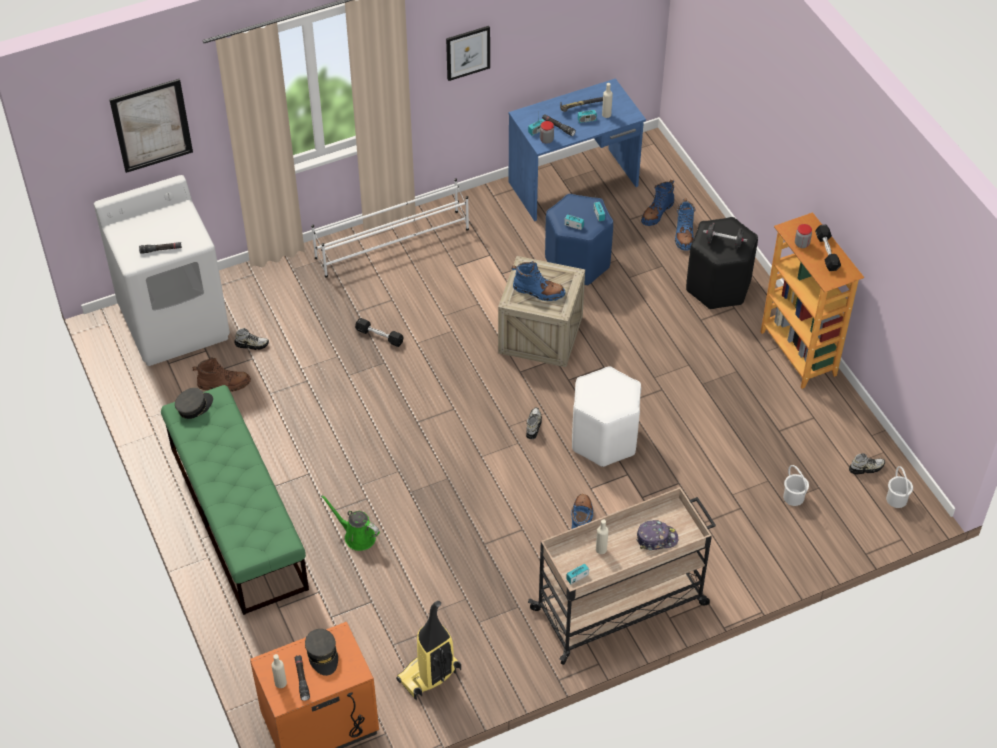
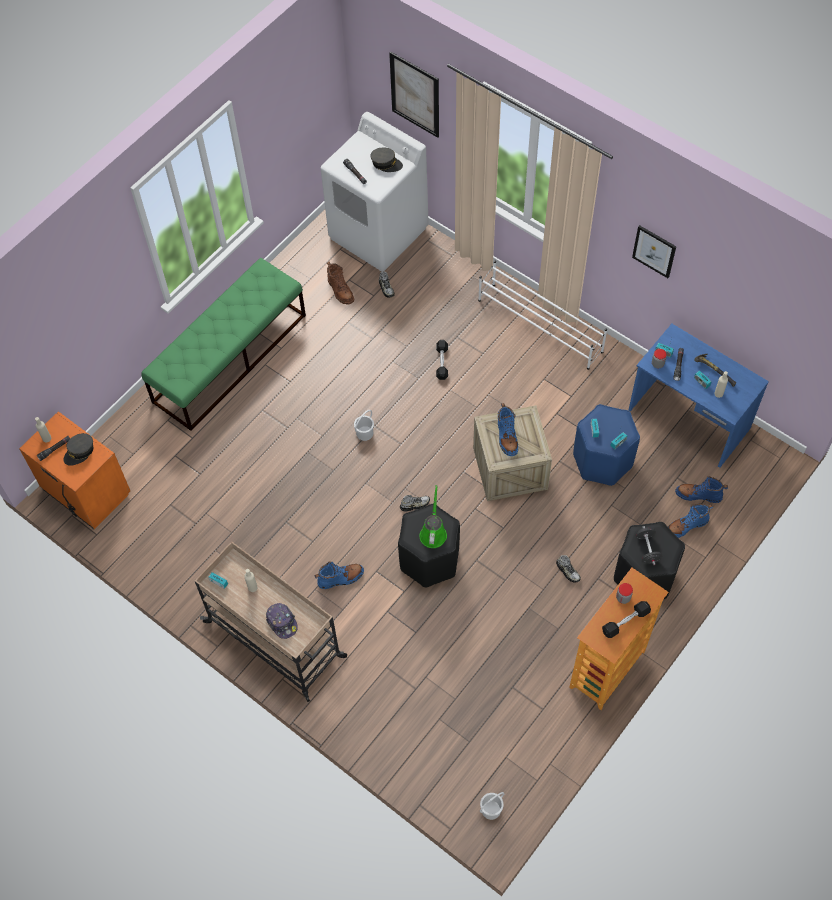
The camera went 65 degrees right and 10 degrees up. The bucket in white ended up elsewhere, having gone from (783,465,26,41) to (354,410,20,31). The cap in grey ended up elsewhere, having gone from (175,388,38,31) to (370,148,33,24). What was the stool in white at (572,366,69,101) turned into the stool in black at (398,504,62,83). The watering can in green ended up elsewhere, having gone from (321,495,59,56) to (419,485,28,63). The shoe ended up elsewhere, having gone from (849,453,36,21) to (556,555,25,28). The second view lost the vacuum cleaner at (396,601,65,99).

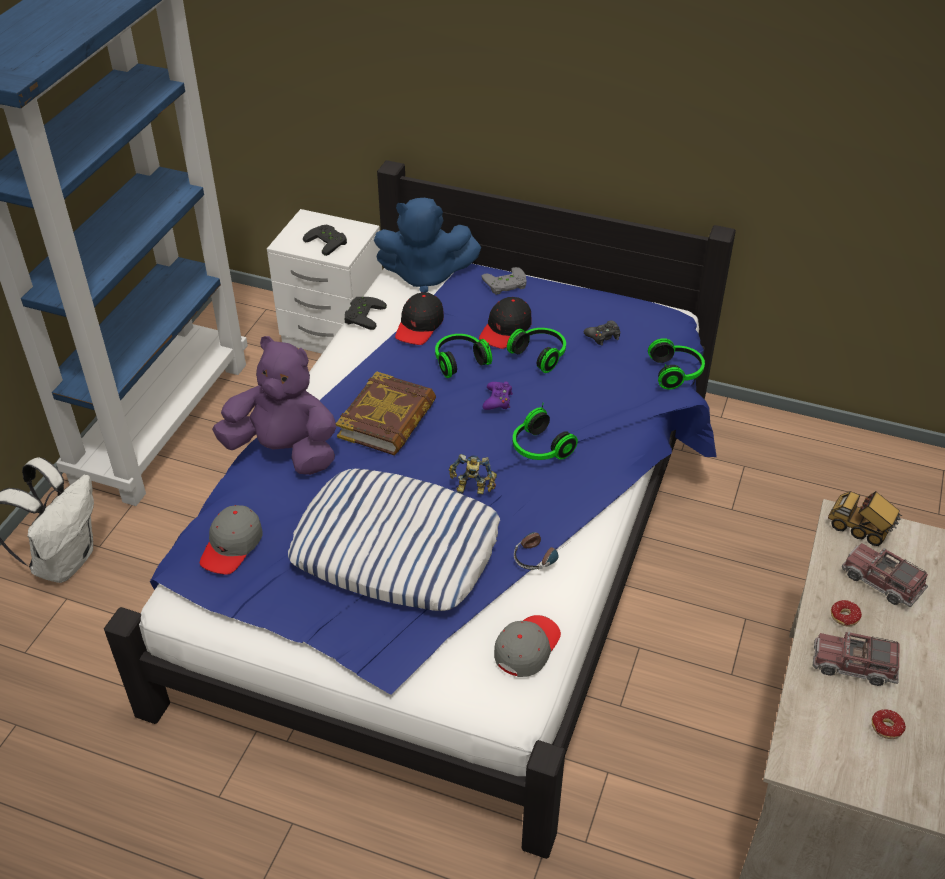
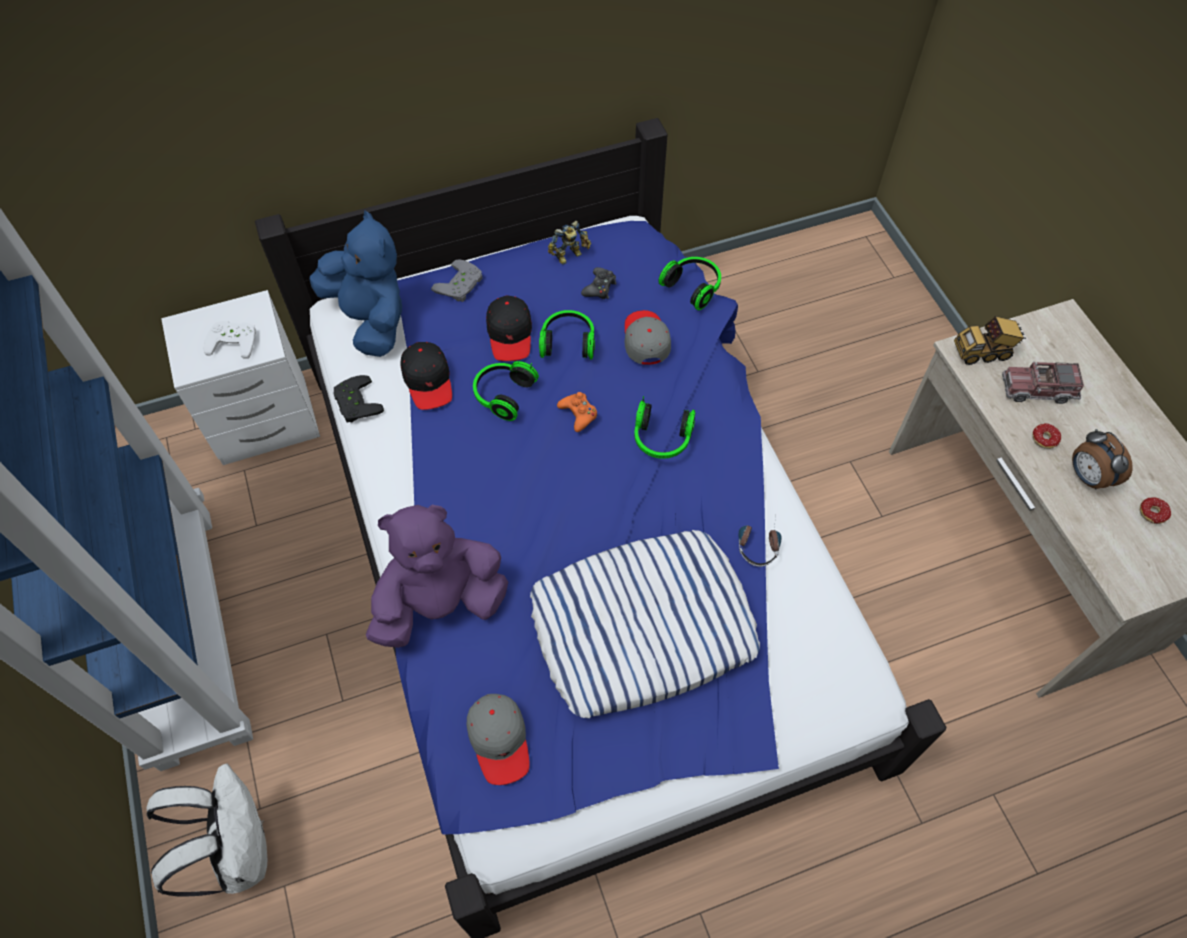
The camera went 40 degrees left and 15 degrees up. What was the game controller in black at (303,224,44,32) turned into the game controller in white at (203,321,53,38). The plush toy in blue at (374,198,107,95) ended up facing another way, 90 degrees counterclockwise from before. The toy robot ended up elsewhere, having gone from (449,454,48,40) to (548,221,43,44). What was the game controller in purple at (483,381,30,29) turned into the game controller in orange at (557,392,41,40). The cap in grey ended up elsewhere, having gone from (494,615,67,62) to (624,310,47,55). Where the toy truck stood at (813,632,87,54), the alarm clock came to stand at (1072,429,61,61). The second view lost the book at (336,371,100,85).

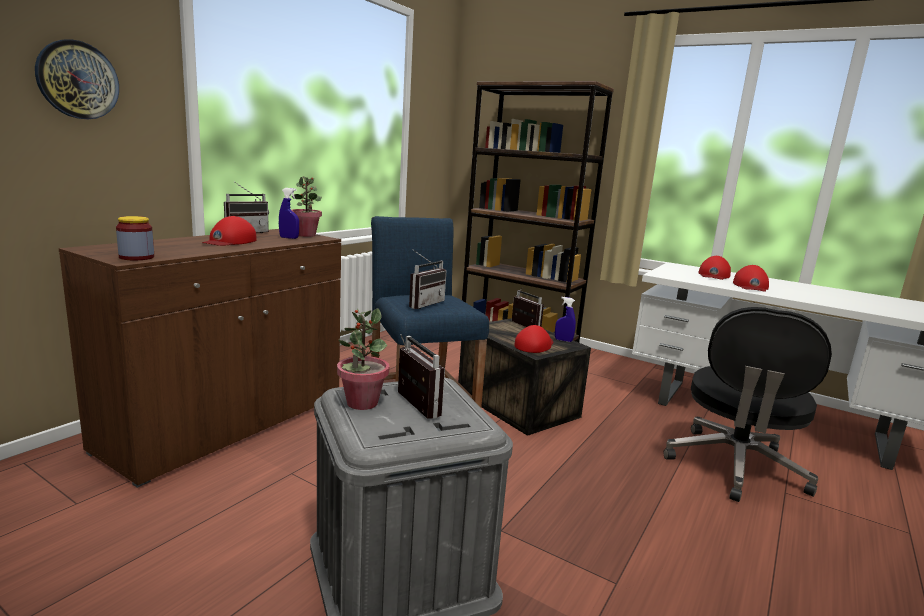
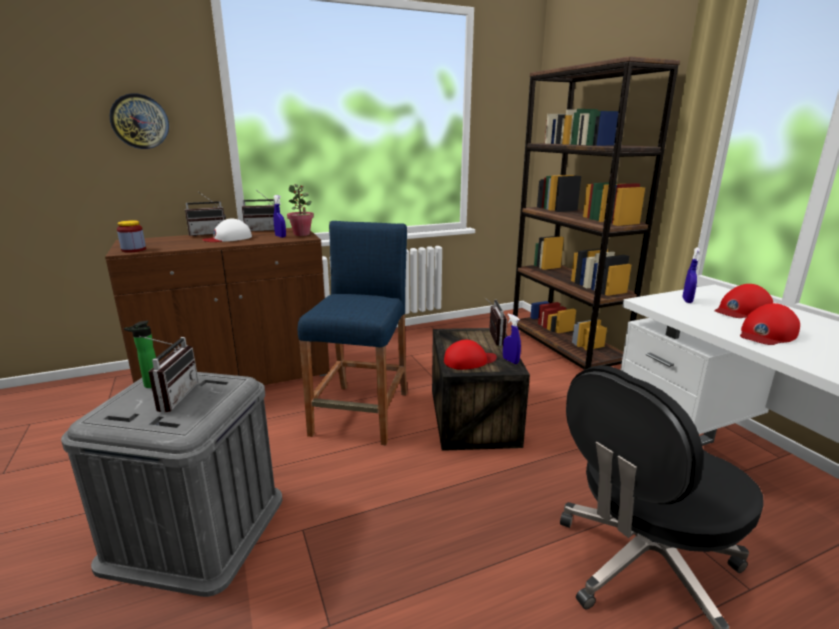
The camera went 35 degrees right and 5 degrees up. Where the potted plant stood at (337,308,53,102), the bottle came to stand at (124,321,32,67). The radio ended up elsewhere, having gone from (409,249,37,60) to (185,193,41,43). What was the cap in red at (202,216,55,30) turned into the cap in white at (202,218,50,24). The second view gained the spray bottle in blue at (682,247,19,56).

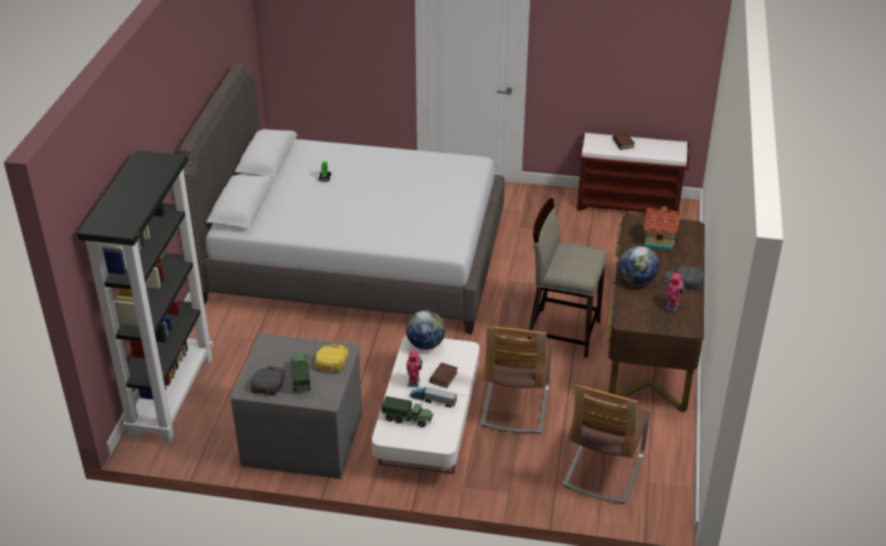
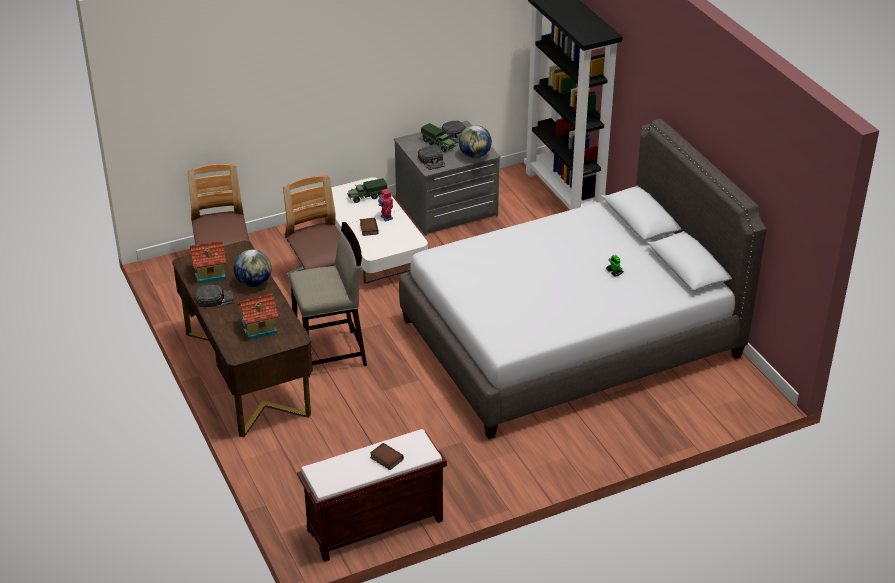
The camera went 145 degrees right and 0 degrees up. Where the toy robot stood at (665,272,19,40), the toy house came to stand at (190,241,36,43). What was the cap in yellow at (315,344,33,29) turned into the cap in black at (418,146,27,24). The globe ended up elsewhere, having gone from (406,310,39,40) to (459,125,33,34). The second view lost the toy truck at (410,386,47,22).

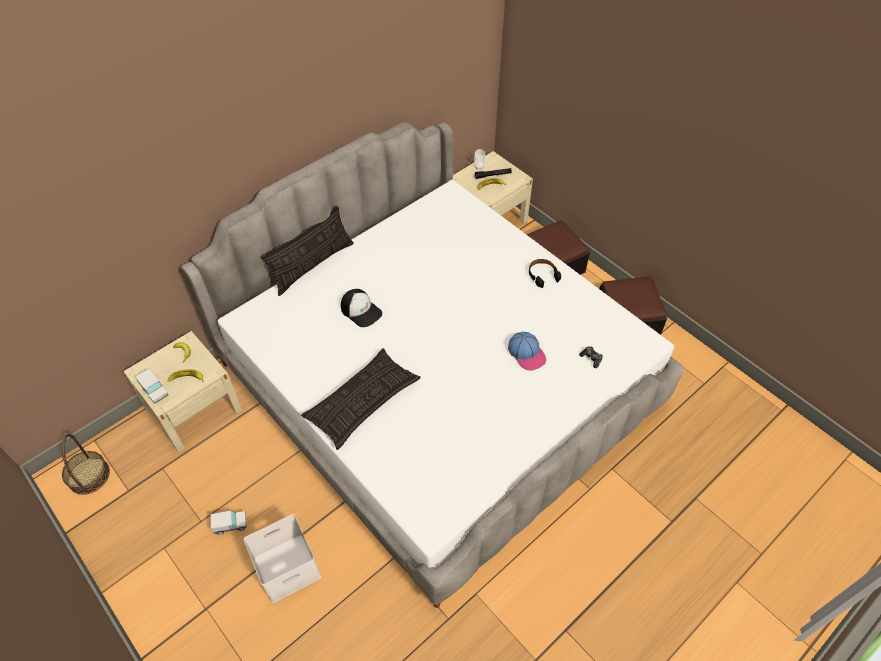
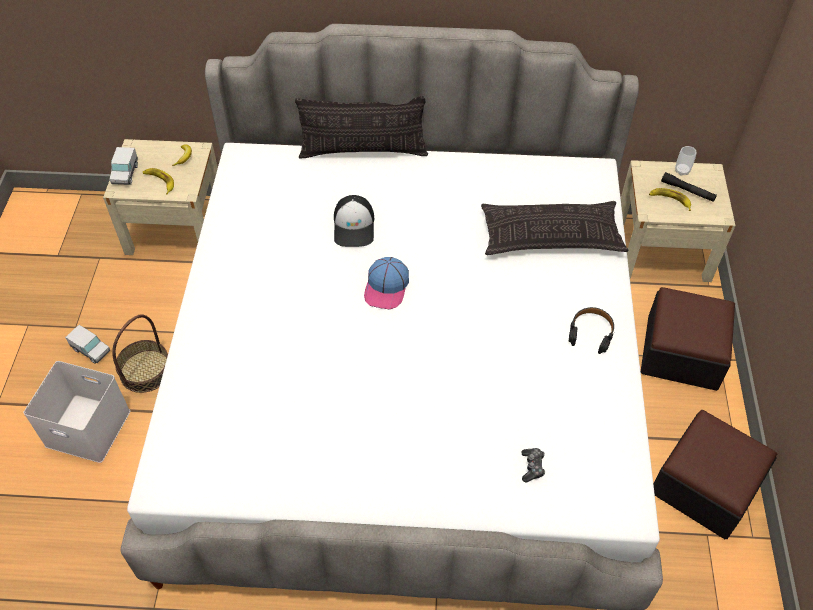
The camera went 45 degrees right and 0 degrees up. The basket ended up elsewhere, having gone from (62,434,48,61) to (112,315,56,78). The cap ended up elsewhere, having gone from (508,332,38,39) to (364,257,45,53). The pillow ended up elsewhere, having gone from (301,348,120,102) to (481,201,147,54).

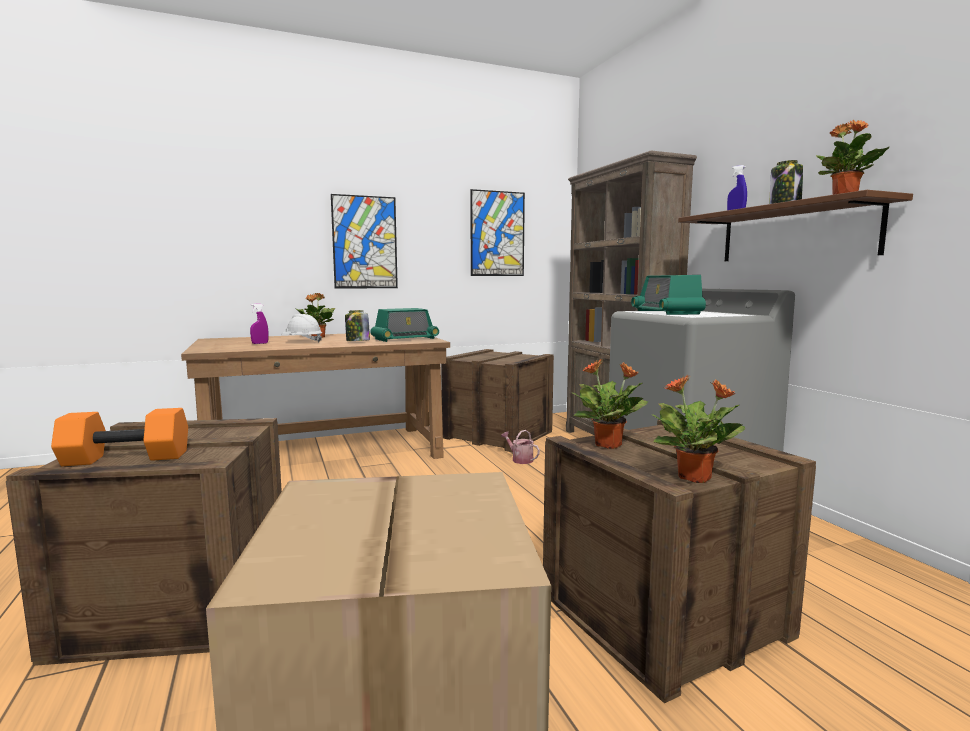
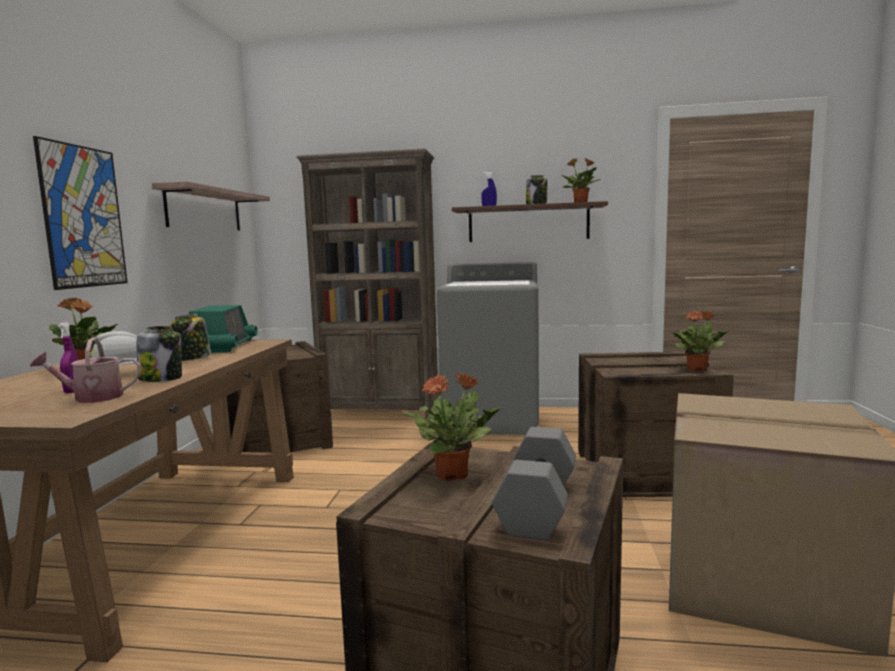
The camera went 60 degrees left and 0 degrees up. The watering can ended up elsewhere, having gone from (501,430,39,34) to (30,337,111,66). The second view gained the jar at (137,326,45,56). Where the picture hung at (470,189,55,87), the shelf came to hang at (152,181,118,49). The potted plant ended up elsewhere, having gone from (572,359,76,90) to (402,372,100,109). What was the dumbbell in orange at (51,408,137,58) turned into the dumbbell in grey at (492,427,84,114). The second view lost the radio at (631,275,75,40).

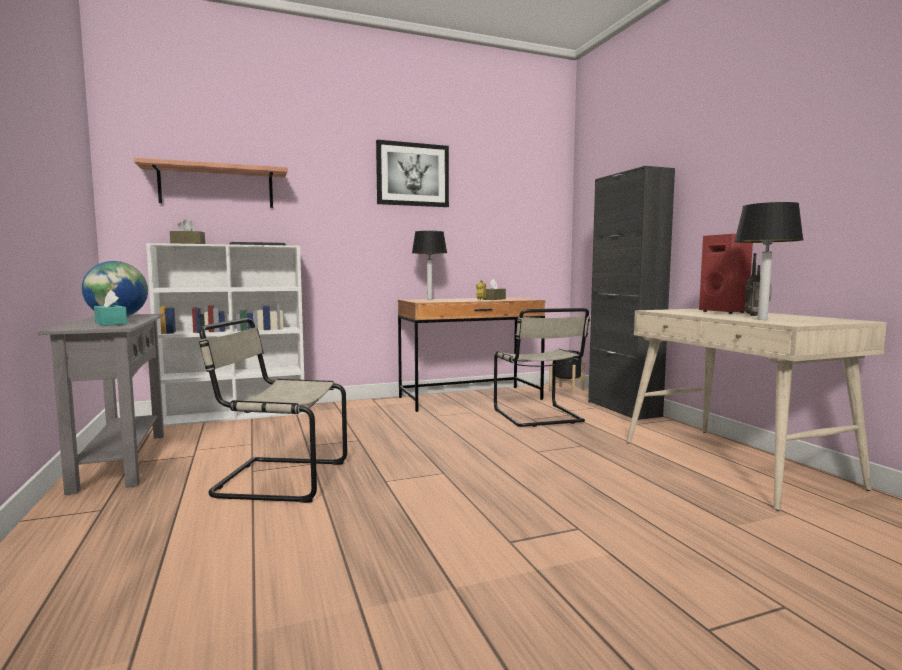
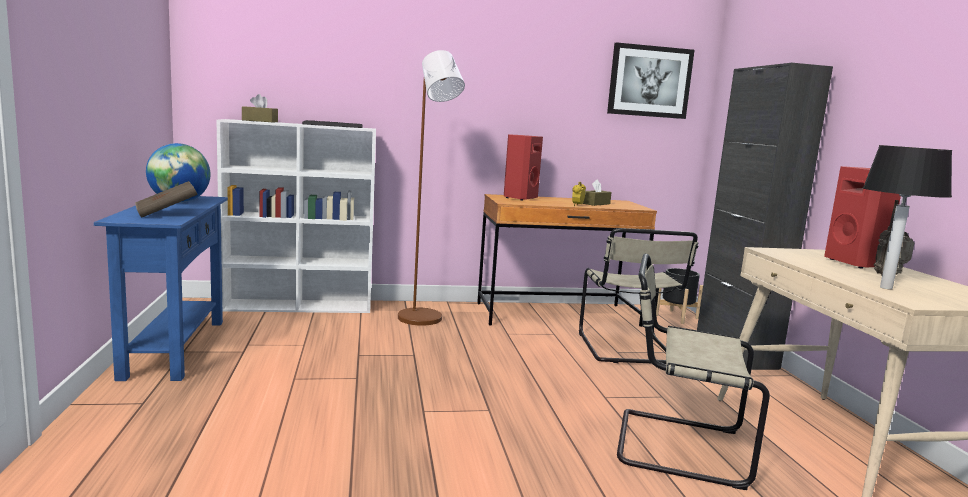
The camera went 10 degrees right and 5 degrees up. What was the console table in grey at (38,314,126,181) turned into the console table in blue at (94,196,134,185). Where the tissue box in turquoise stood at (94,290,33,36), the book in brown came to stand at (135,181,63,37). The second view gained the floor lamp in brown at (398,50,67,276). Where the table lamp stood at (412,231,35,69), the speaker in red came to stand at (504,135,39,66). The picture ended up elsewhere, having gone from (376,140,73,67) to (607,42,88,77). The chair in beige ended up elsewhere, having gone from (199,318,148,185) to (617,254,153,236). The second view lost the shelf at (134,157,154,51).

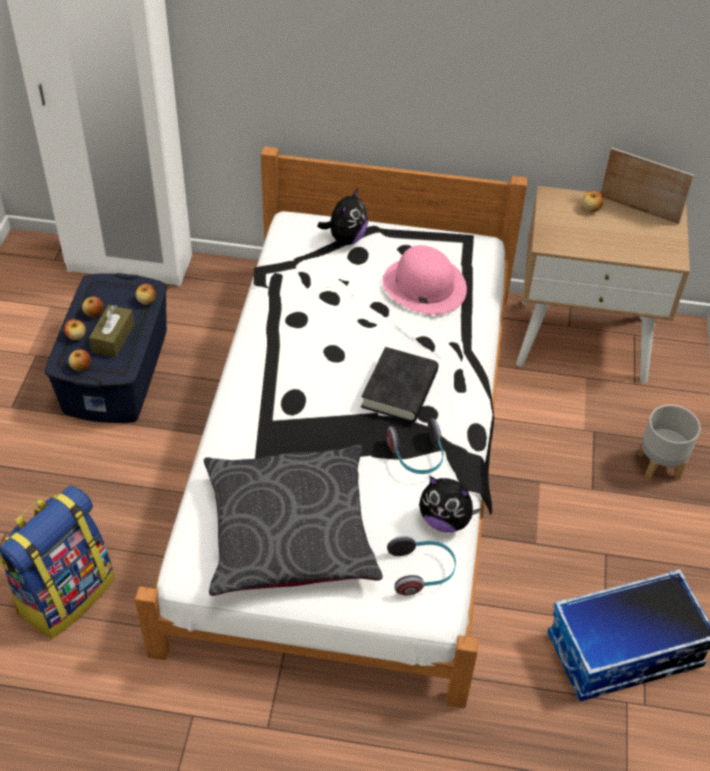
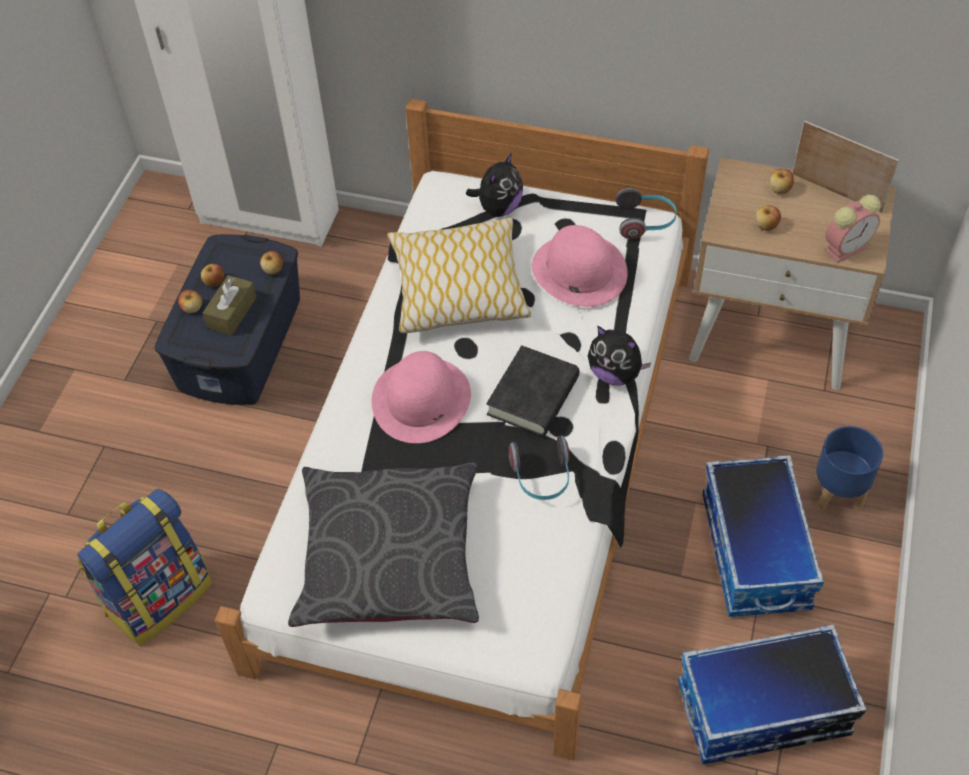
The camera went 10 degrees right and 5 degrees up. The second view gained the hat in pink at (371,351,100,92). The second view gained the pillow at (387,218,144,115). The plush toy ended up elsewhere, having gone from (419,476,62,56) to (588,325,64,61). The headphones ended up elsewhere, having gone from (387,536,69,59) to (616,188,61,51). The second view gained the storage box at (703,455,121,162). The apple ended up elsewhere, having gone from (69,349,22,22) to (755,205,26,26). What was the planter in grey at (638,405,62,76) turned into the planter in blue at (815,426,68,86). The second view gained the alarm clock at (824,195,57,68).

